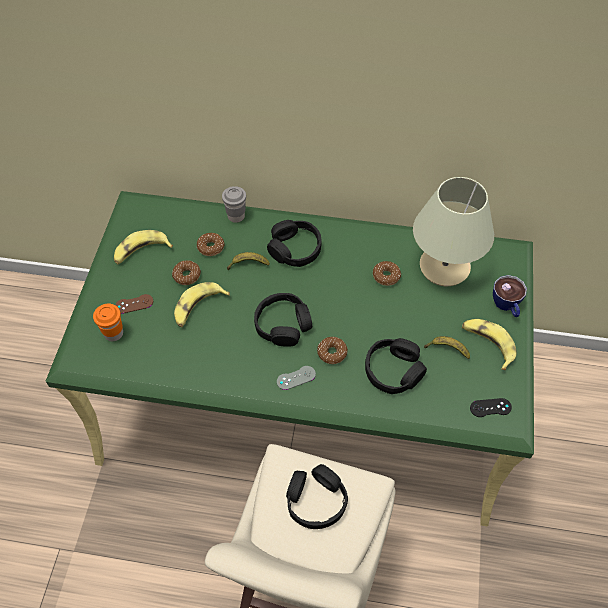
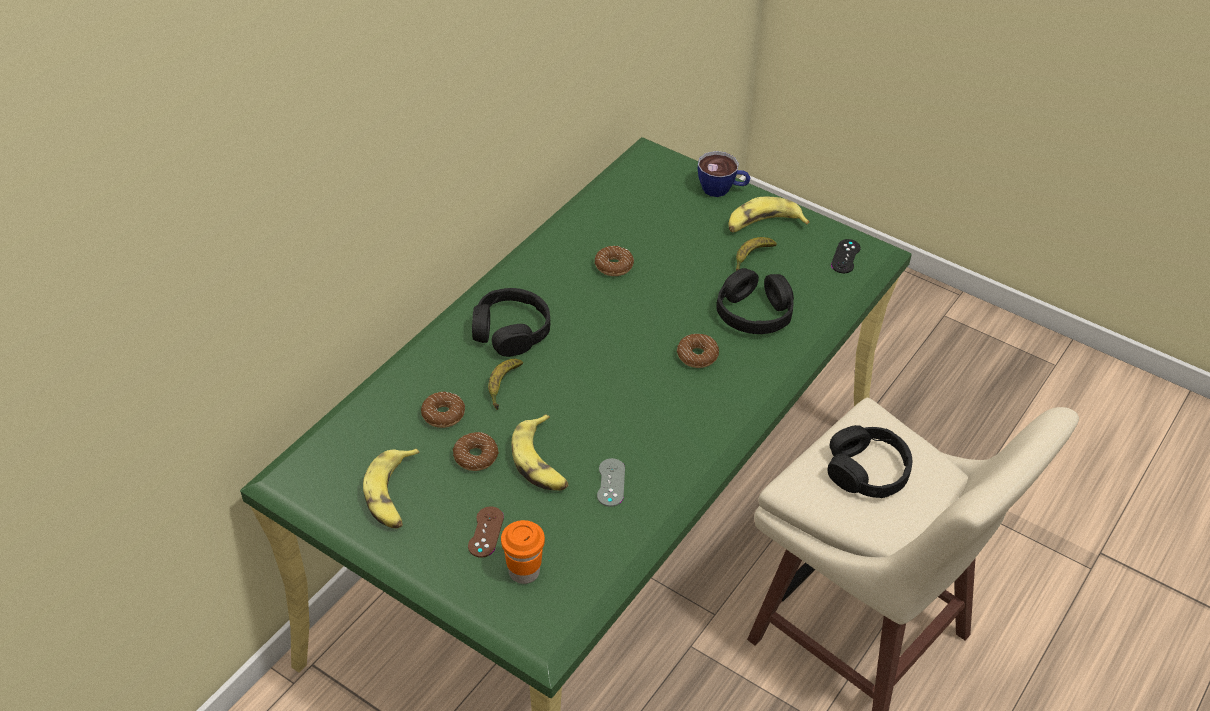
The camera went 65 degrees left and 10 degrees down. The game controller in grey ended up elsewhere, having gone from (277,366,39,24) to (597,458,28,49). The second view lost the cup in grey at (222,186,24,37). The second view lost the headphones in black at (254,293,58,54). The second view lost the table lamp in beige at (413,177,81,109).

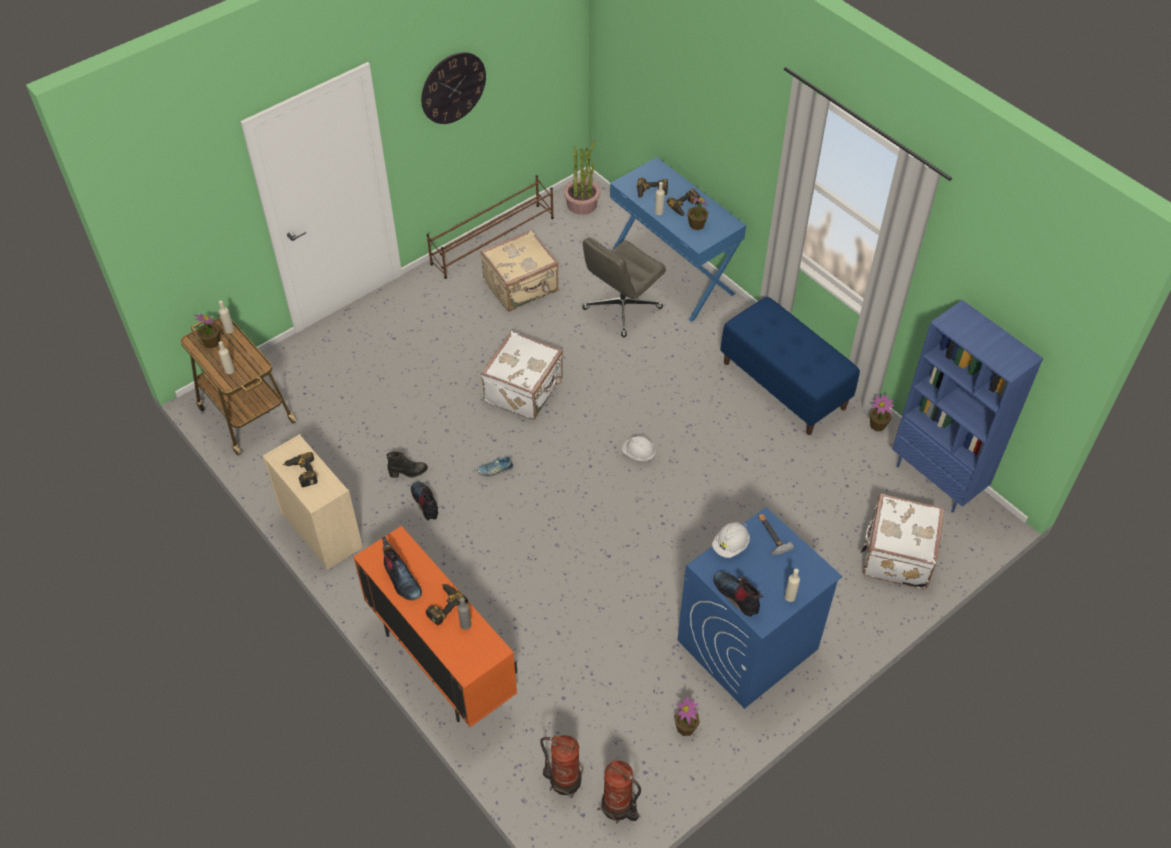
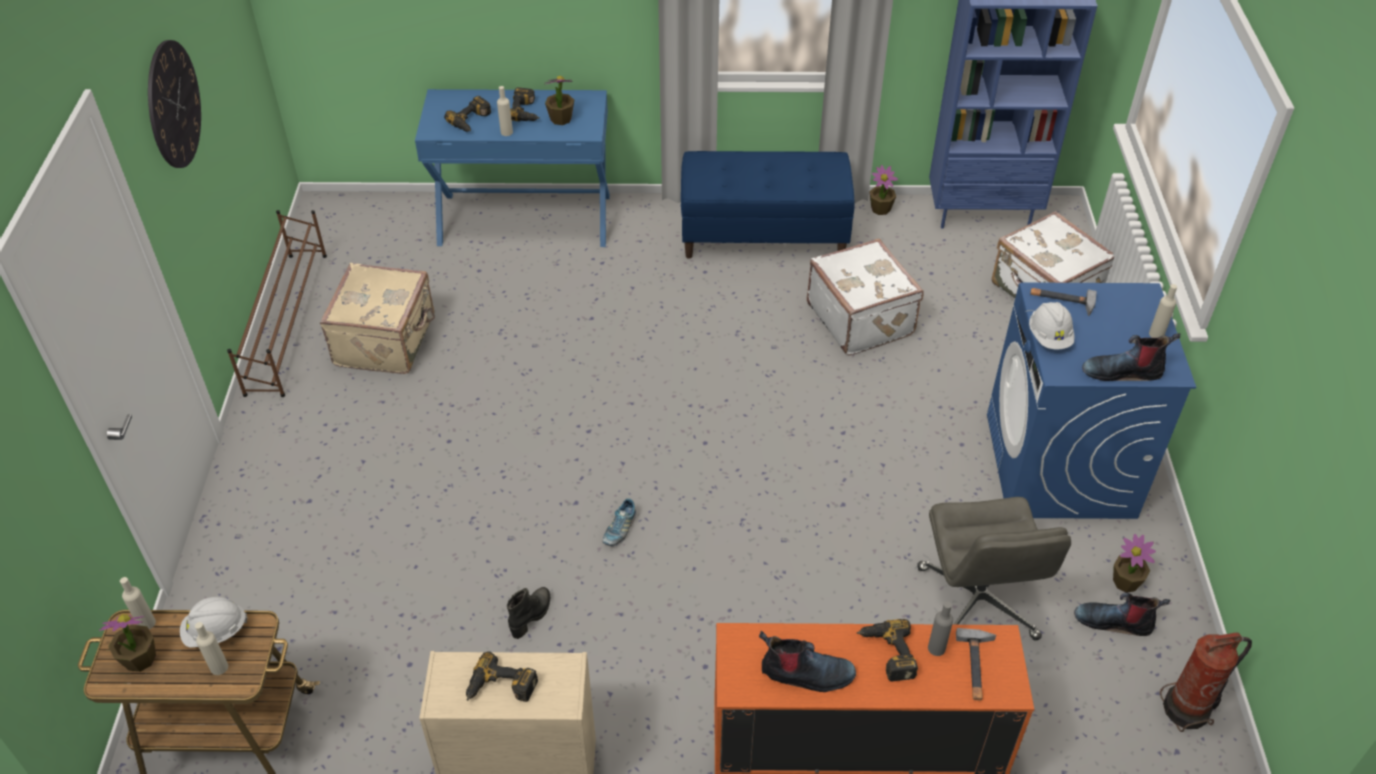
The camera went 50 degrees left and 5 degrees down. The hard hat in white ended up elsewhere, having gone from (622,436,34,25) to (180,597,68,51). The suitcase in white ended up elsewhere, having gone from (481,331,82,89) to (807,239,117,117). The office chair in grey ended up elsewhere, having gone from (582,238,84,99) to (917,497,154,144). The second view gained the hammer at (956,628,40,73). The boot ended up elsewhere, having gone from (411,481,27,40) to (1074,593,97,43). The second view lost the fire extinguisher at (540,735,43,63). The second view lost the potted plant at (564,141,36,74).

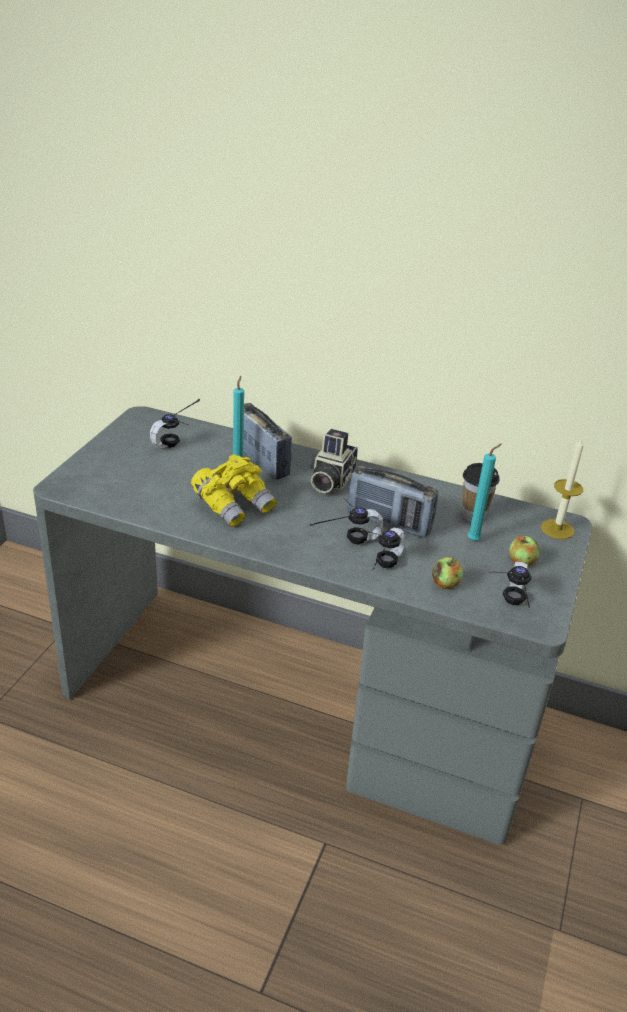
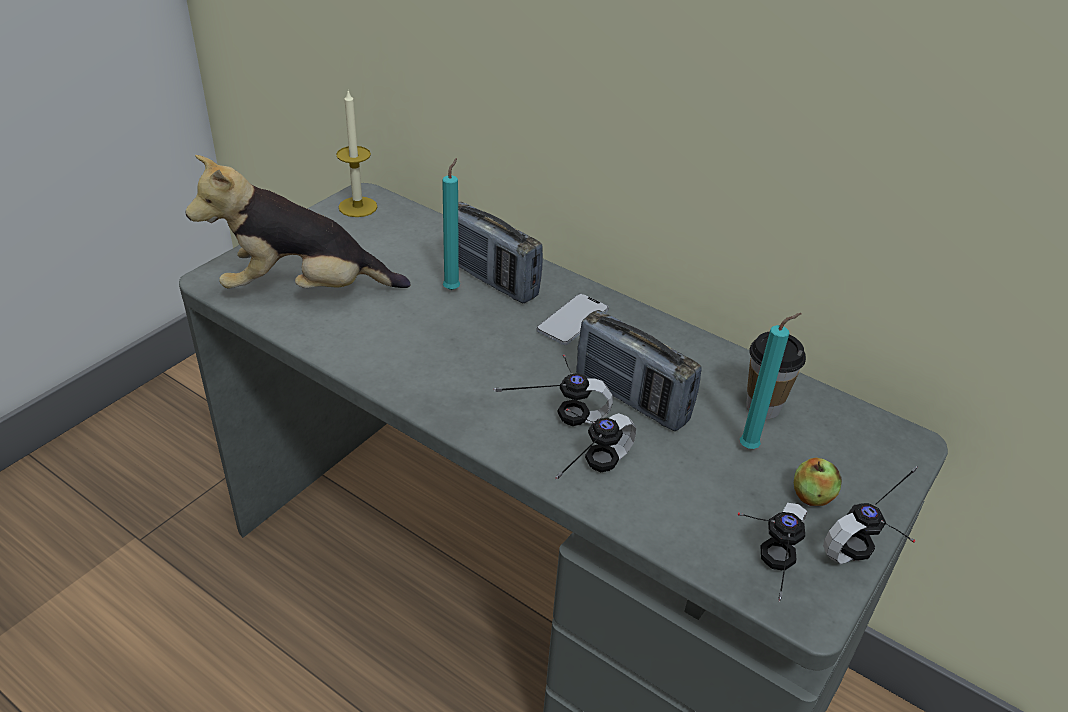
The camera went 15 degrees right and 5 degrees up. The second view gained the plush toy at (186,155,224,134). The candle ended up elsewhere, having gone from (541,438,43,101) to (336,91,41,126). The radio at (243,403,49,77) ended up facing another way, 150 degrees clockwise from before. Where the photo camera stood at (311,429,47,64), the phone came to stand at (536,293,73,52). The headphones ended up elsewhere, having gone from (150,399,50,49) to (823,466,95,98). The second view lost the binoculars in yellow at (191,454,86,73). The second view lost the apple at (432,557,31,32).

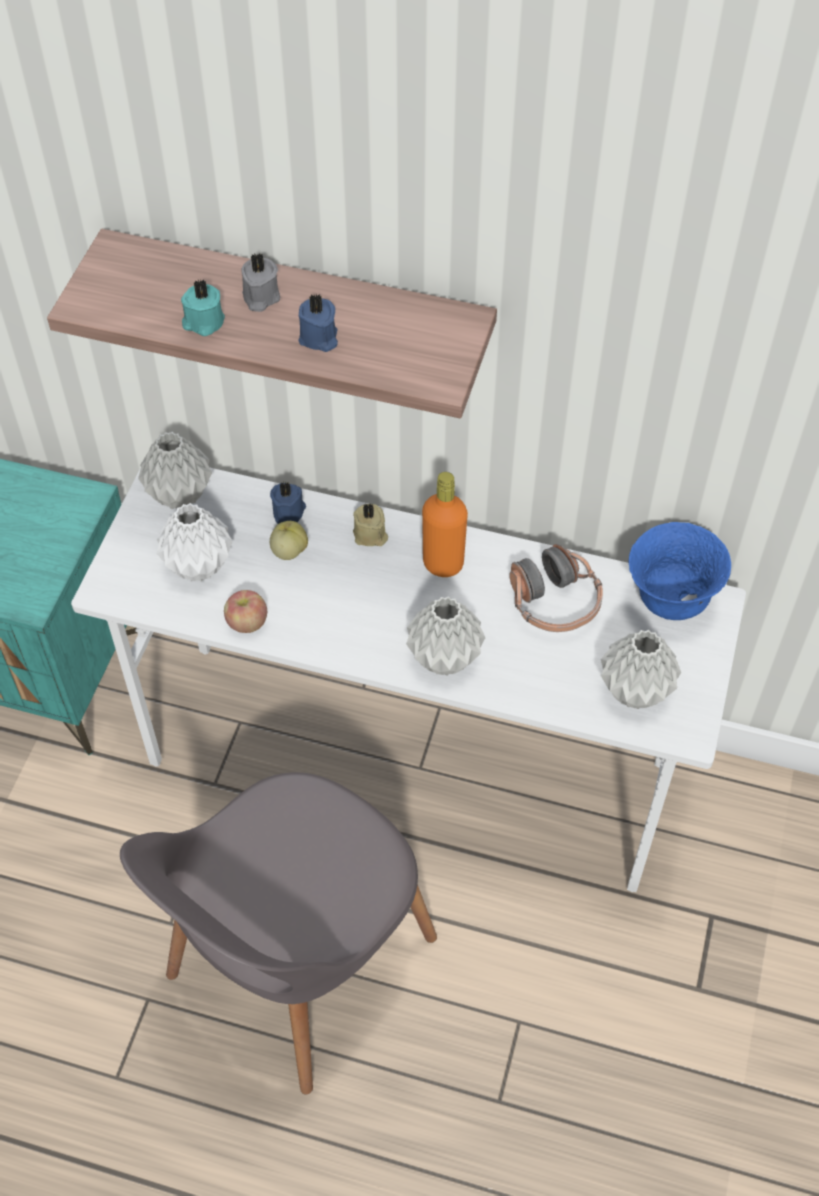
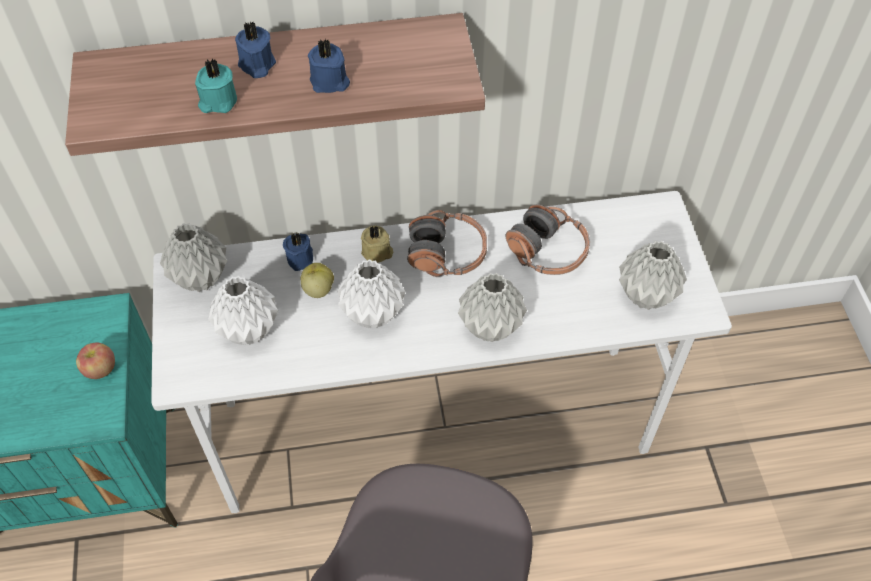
The camera went 25 degrees left and 0 degrees up. The apple ended up elsewhere, having gone from (224,590,43,43) to (76,342,39,37). What was the candle in grey at (241,253,39,59) turned into the candle in blue at (235,21,41,57). The second view gained the vase in white at (337,259,68,69). Where the bottle in orange stood at (422,472,46,105), the headphones came to stand at (407,210,80,67). The second view lost the bowl in blue at (628,522,103,98).

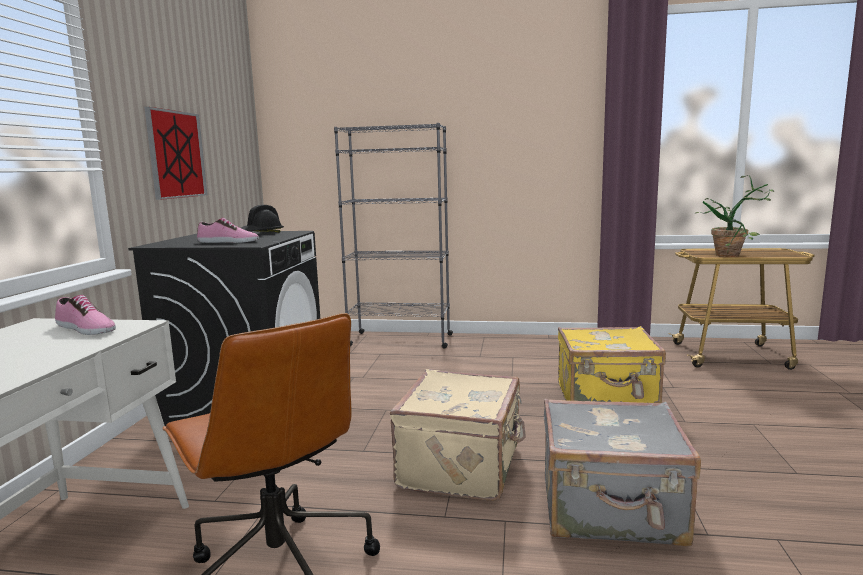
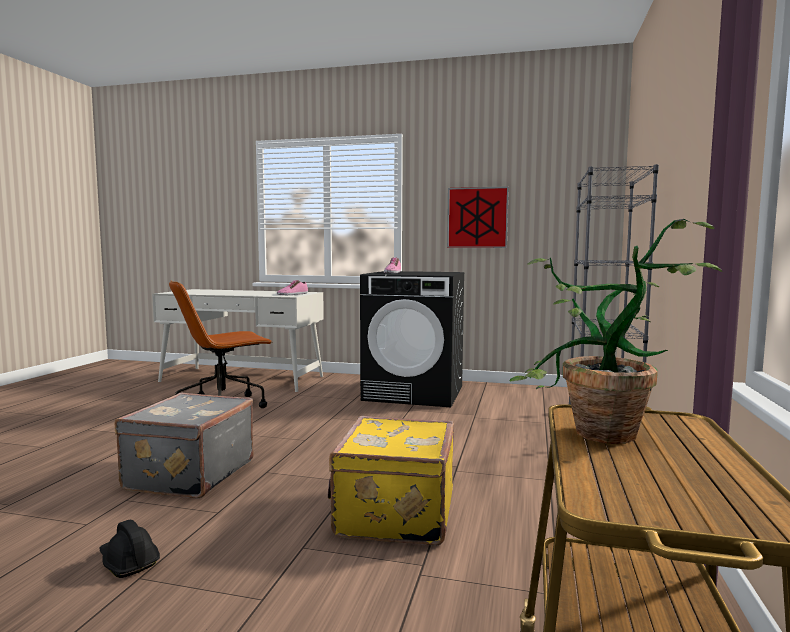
The camera went 95 degrees right and 5 degrees down. The hard hat in black ended up elsewhere, having gone from (241,205,43,27) to (99,520,61,58). The second view lost the suitcase in beige at (390,369,136,132).

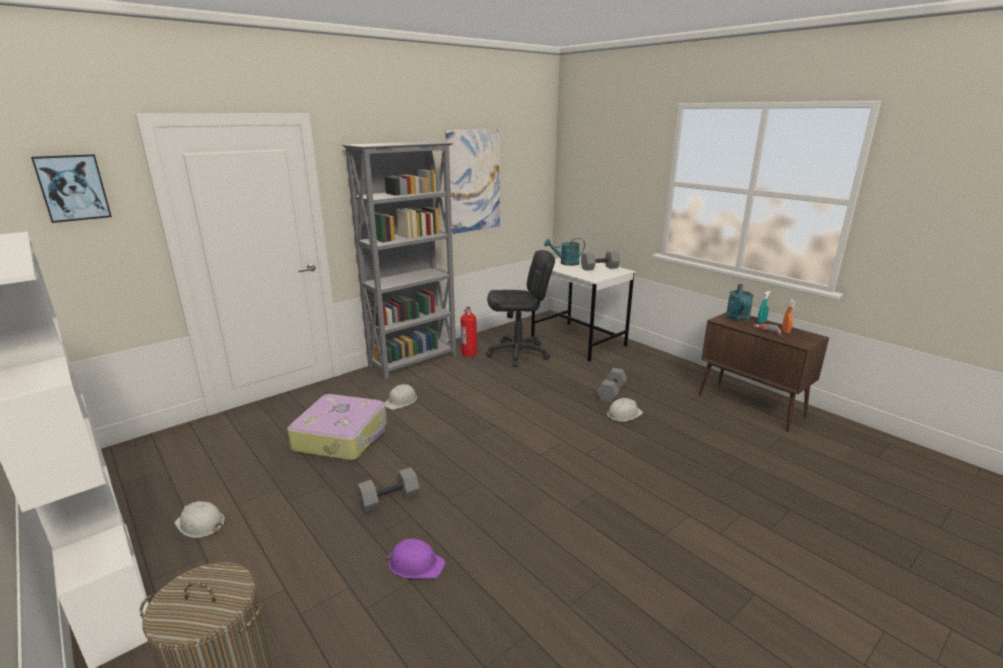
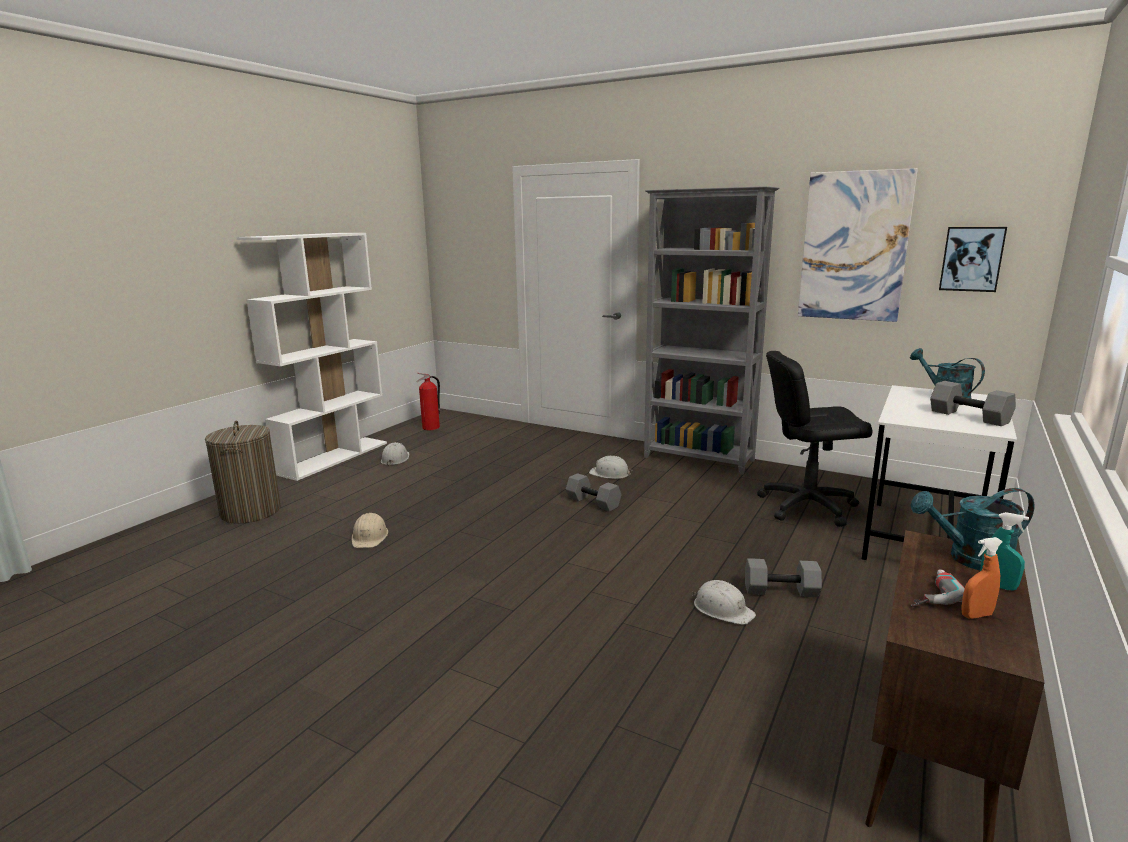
The camera went 70 degrees right and 5 degrees down. What was the hard hat in purple at (386,539,59,40) turned into the hard hat in beige at (352,513,36,35). The fire extinguisher ended up elsewhere, having gone from (460,306,17,51) to (416,373,24,57). The dumbbell in grey ended up elsewhere, having gone from (357,467,62,46) to (566,473,56,39). The office chair in black at (486,250,69,117) ended up facing another way, 120 degrees clockwise from before. The picture ended up elsewhere, having gone from (31,154,81,69) to (939,227,68,65). The second view lost the suitcase at (287,394,100,66).

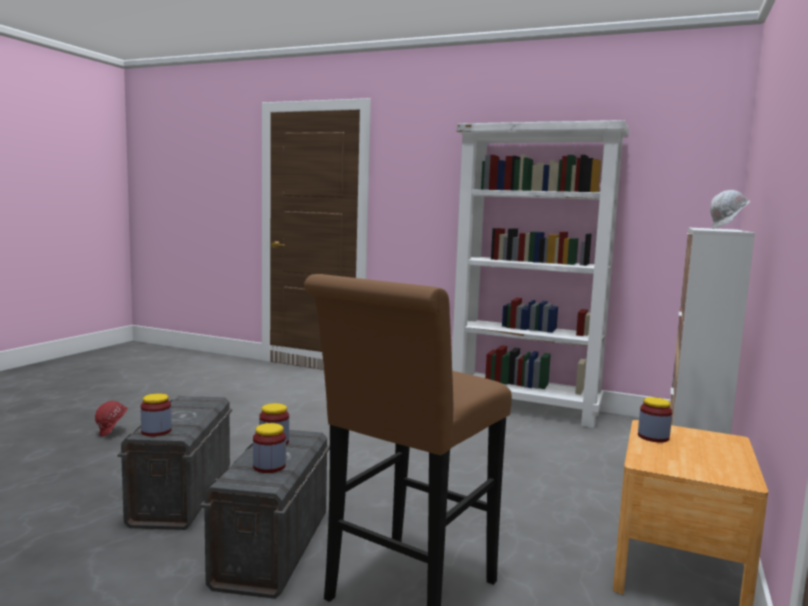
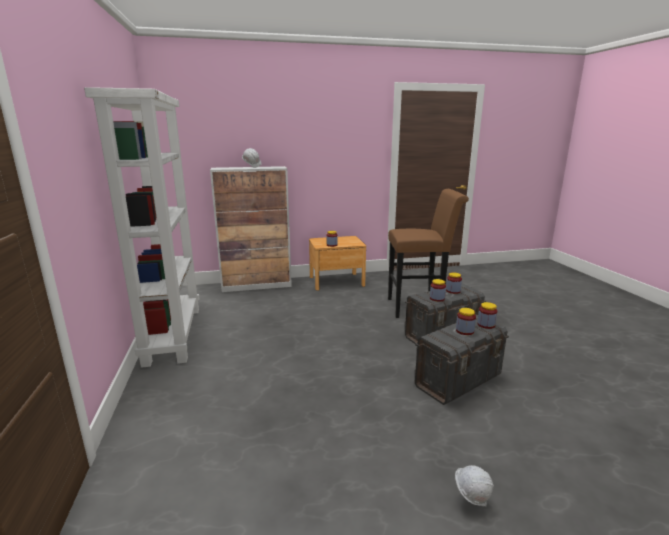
The camera went 125 degrees left and 10 degrees up. What was the hard hat in red at (95,401,33,35) turned into the hard hat in white at (455,465,39,42). The second view gained the jar at (456,308,20,27).

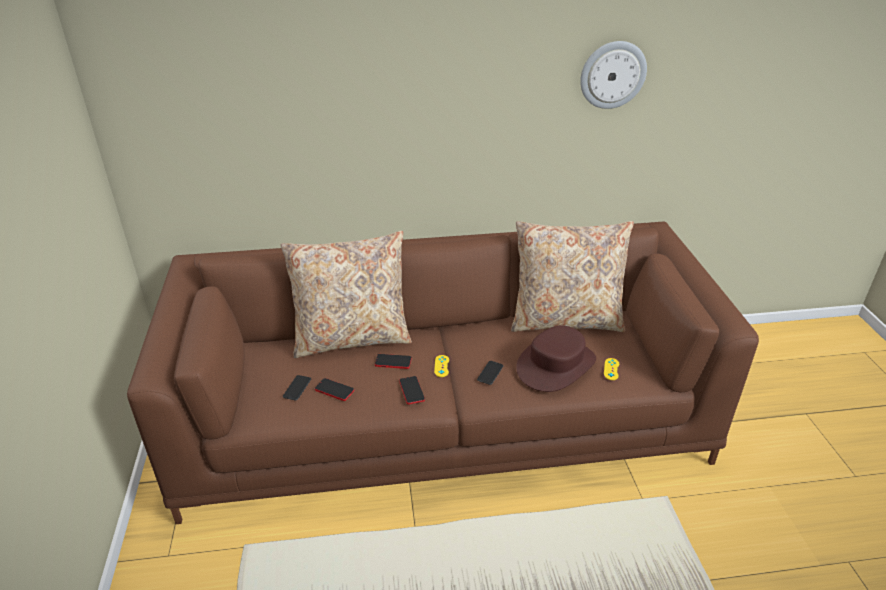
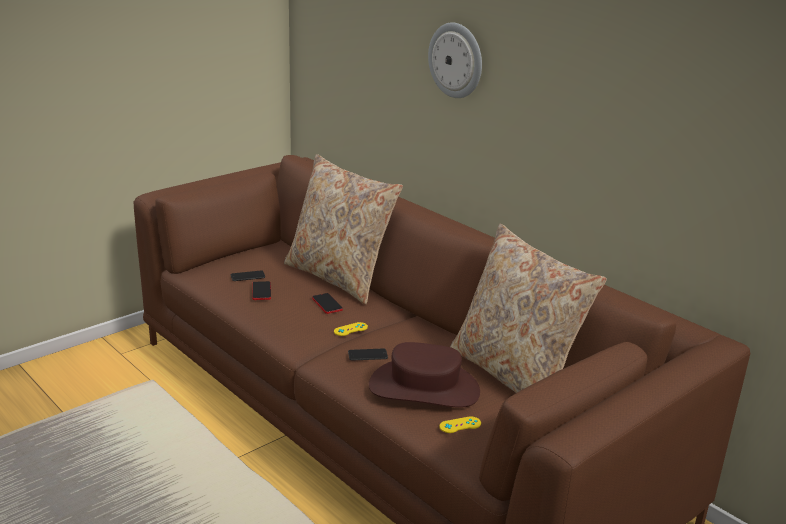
The camera went 55 degrees right and 10 degrees down. The wall clock ended up elsewhere, having gone from (580,41,67,68) to (428,22,54,76). The second view lost the phone at (399,376,26,29).

